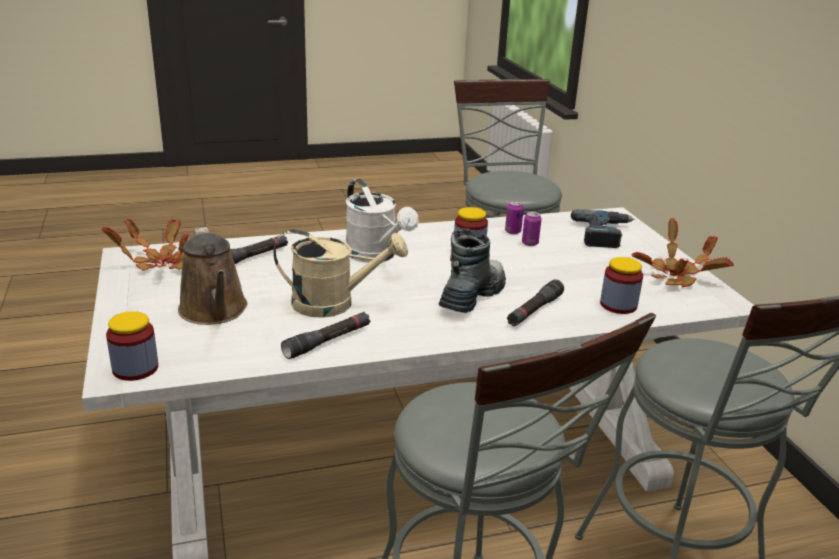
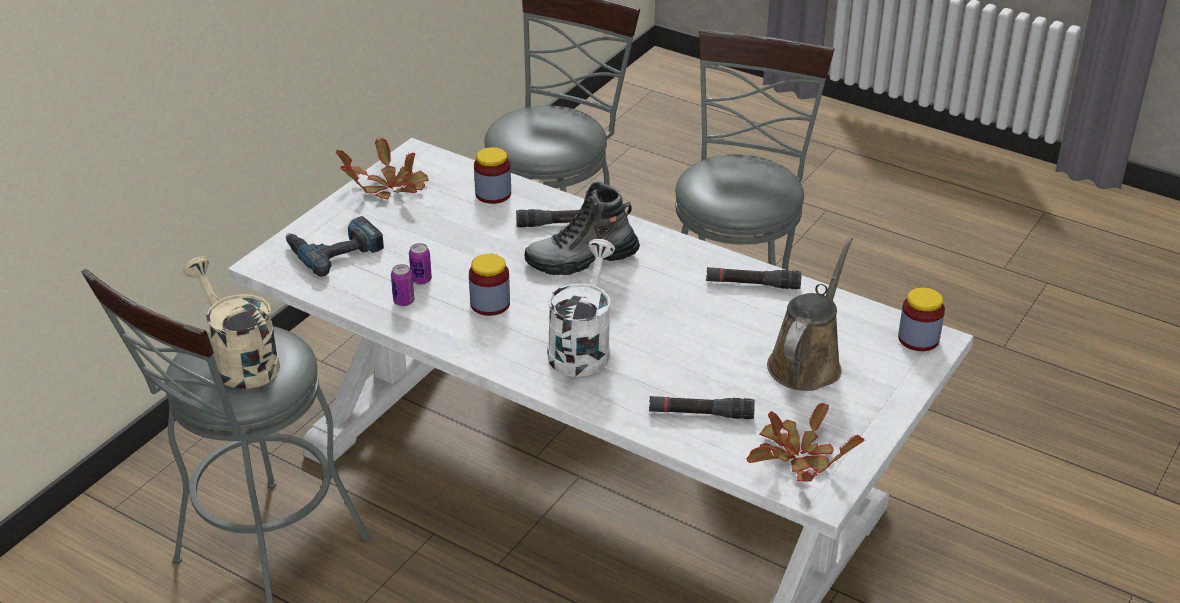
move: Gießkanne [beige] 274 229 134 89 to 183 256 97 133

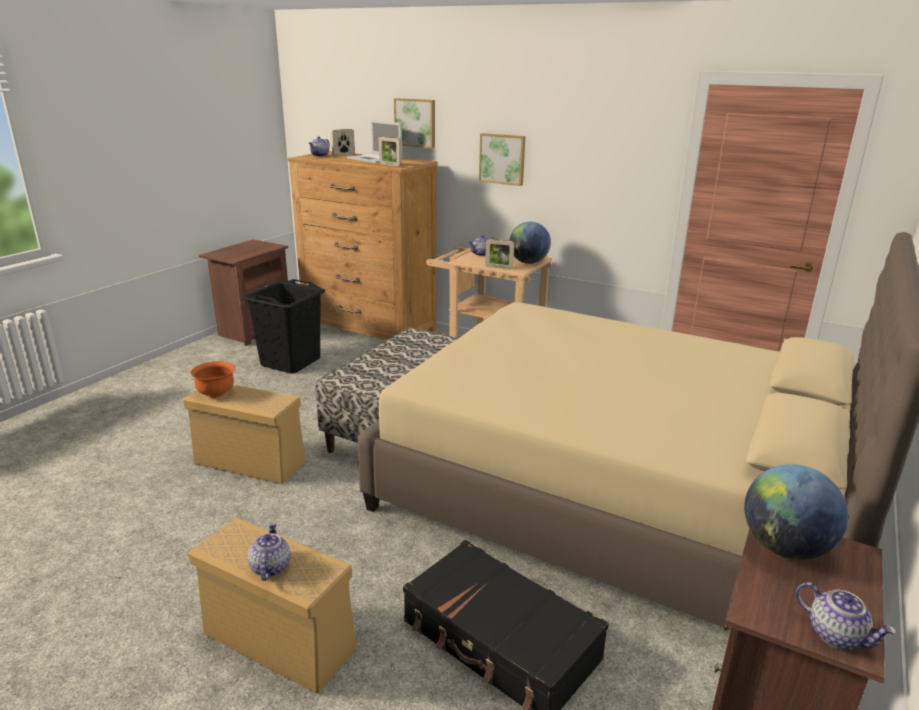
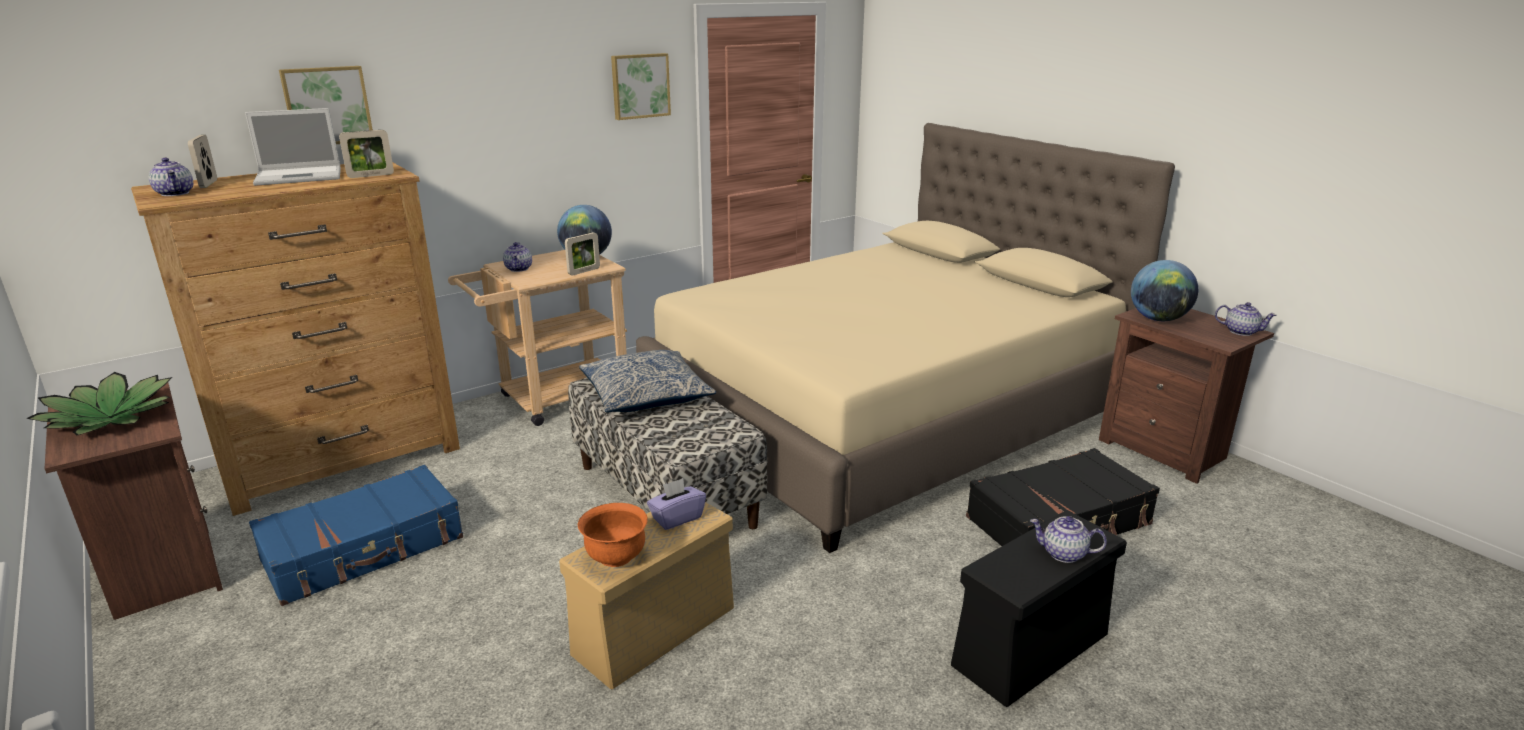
insert: Topfpflanze 26 372 146 63; Kissen 579 350 137 63; Taschentuchbox [lila] 647 478 59 52
move: Bild 479 133 46 53 to 611 53 60 67
replace: Wäschekorb [schwarz] 242 279 83 94 to Koffer [blau] 249 465 214 141
recolor: Aufbewahrungsbox [beige] 188 517 169 176 to Aufbewahrungsbox [schwarz] 951 510 176 197
rotate: Teekanne 796 582 101 67 = 1215 302 62 34 45 degrees clockwise

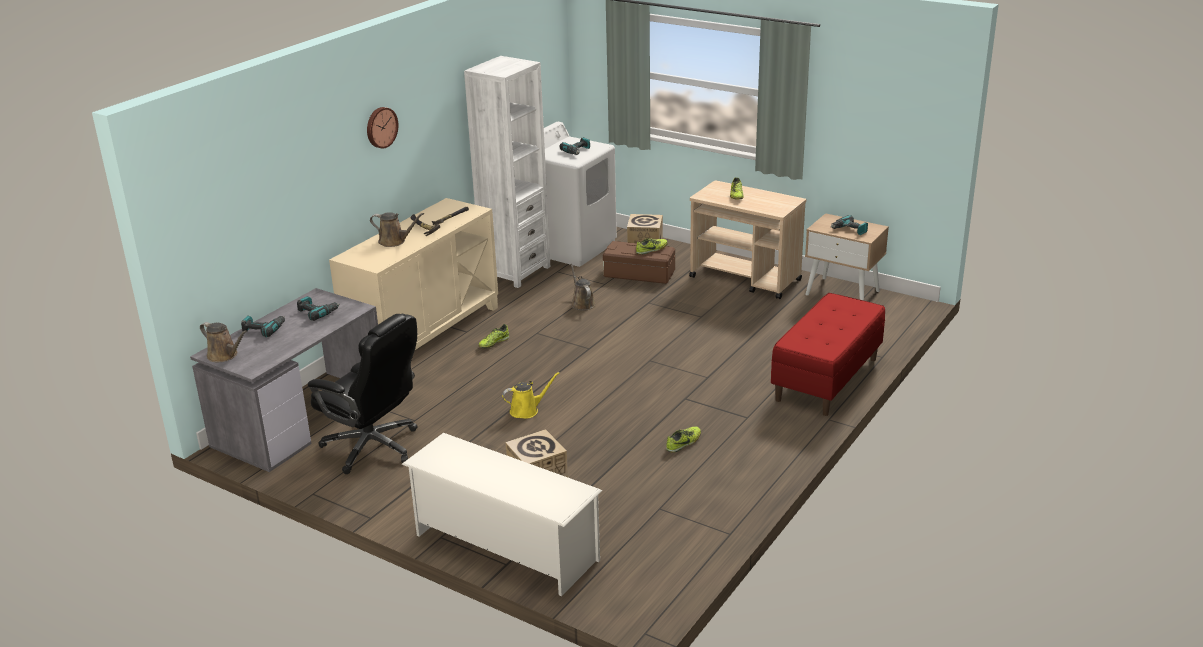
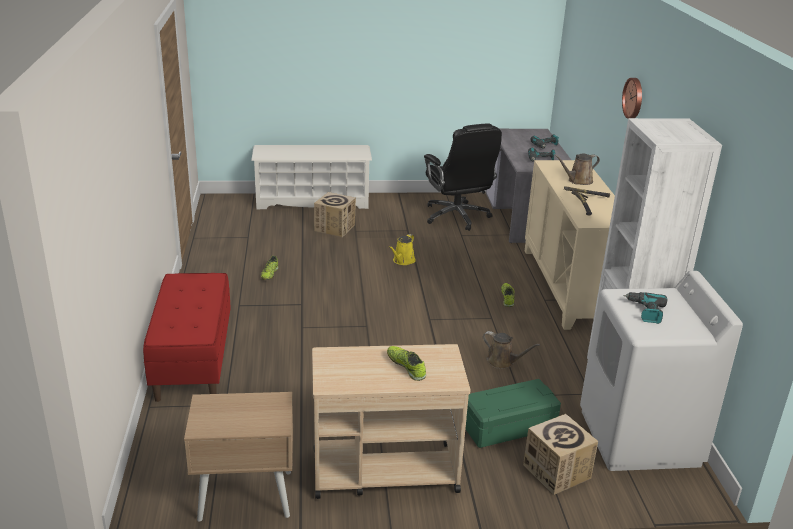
delete: Gießkanne [braun] 200 322 47 40; Schuh 636 238 32 17; Bohrmaschine 831 215 37 20
recolor: Aufbewahrungsbox [braun] 603 241 72 43 to Aufbewahrungsbox [grün] 466 379 95 69
rotate: Bürostuhl [schwarz] 308 314 110 160 = 424 123 78 108 105 degrees counterclockwise

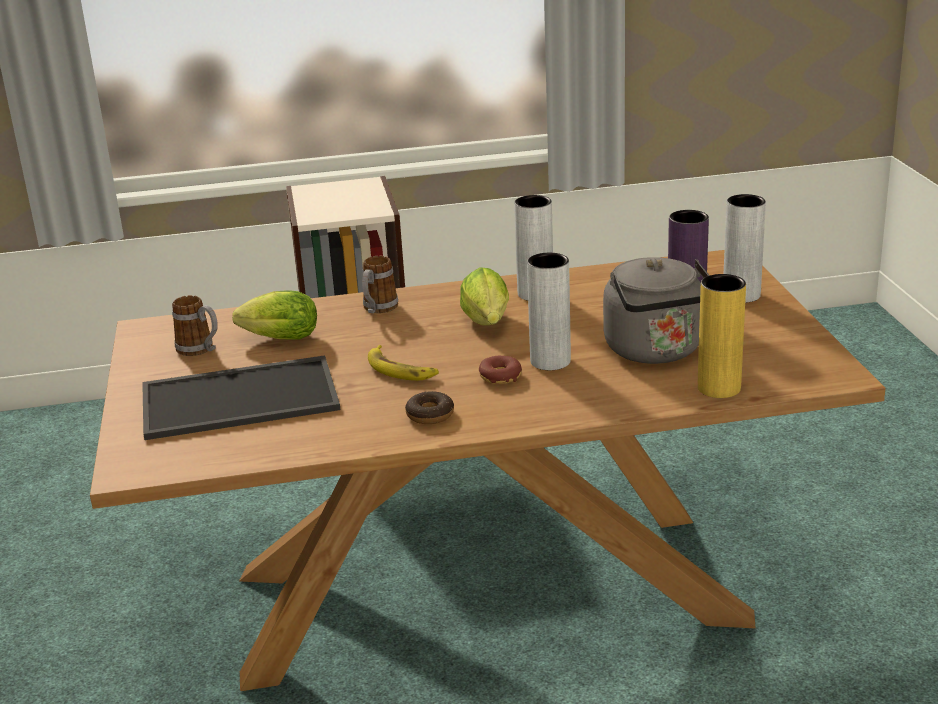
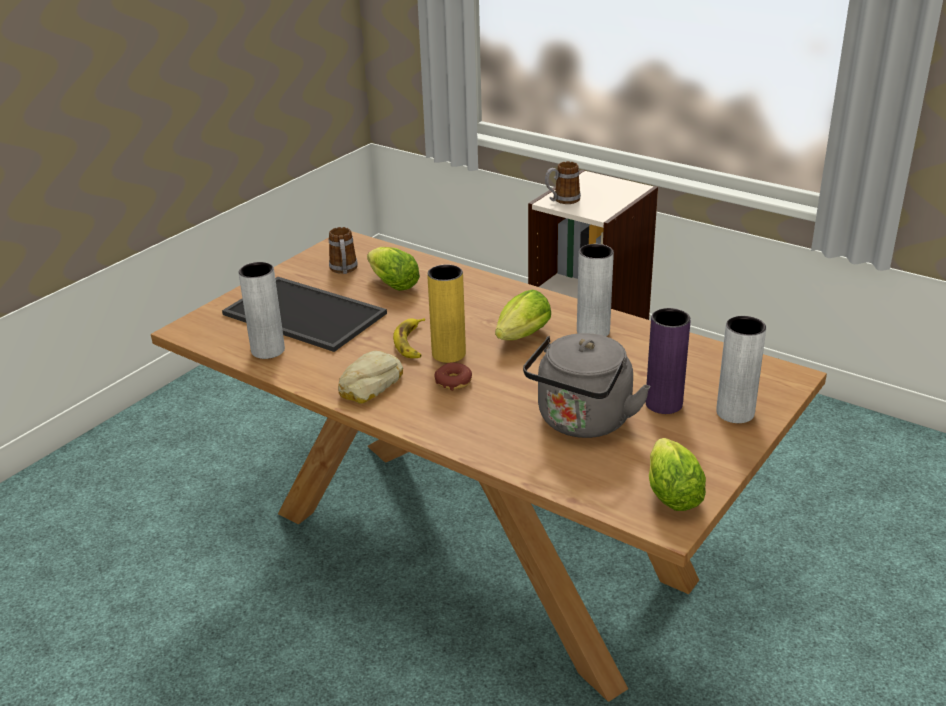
insert: Salatkopf 649 438 57 73
move: Henkelbecher 362 256 36 57 to 545 161 36 43; Vase [grau] 527 253 44 117 to 238 262 47 97; Vase [gelb] 698 274 48 124 to 427 264 39 99
replace: Donut 405 391 49 33 to Brot 338 350 65 54

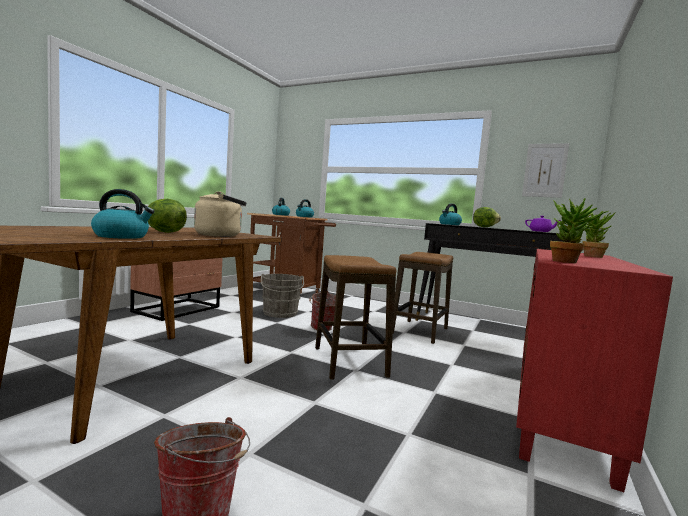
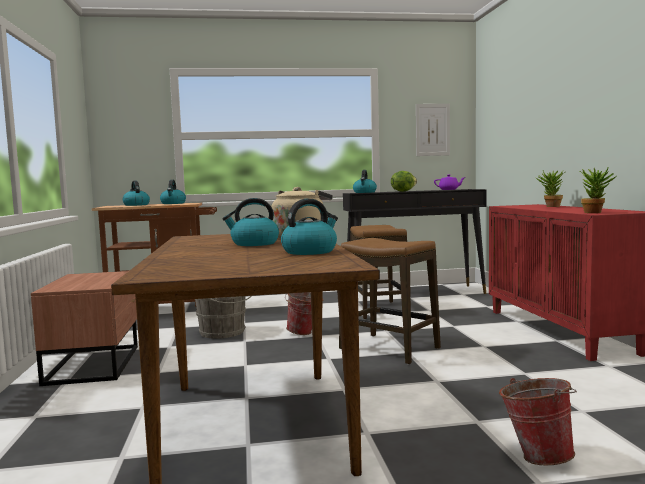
replace: Salatkopf 148 199 39 34 to Wasserkessel 222 198 57 48

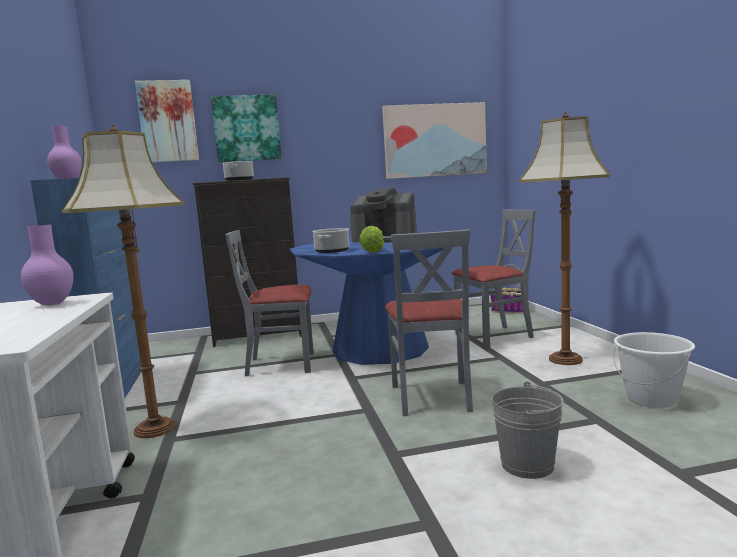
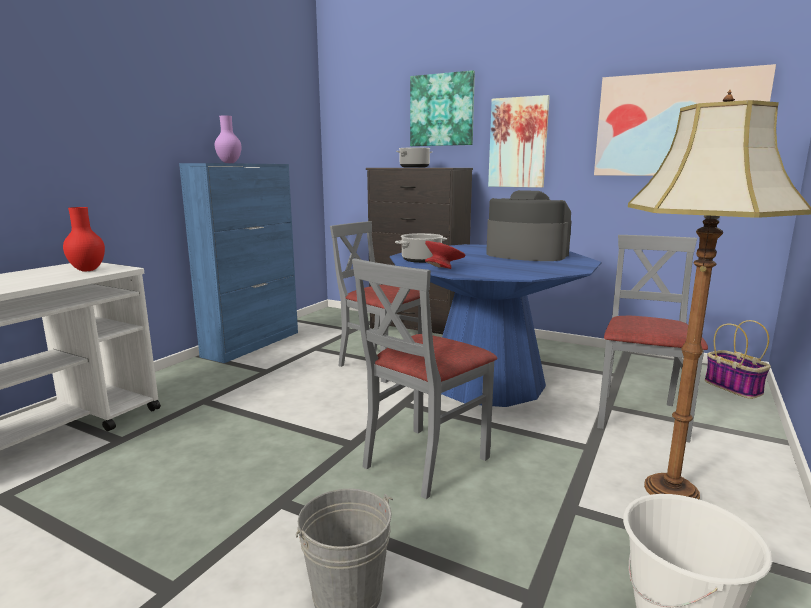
delete: Stehlampe 62 123 122 315
move: Bild 135 80 64 82 to 488 95 62 93
replace: Salatkopf 359 226 25 26 to Schüssel [rot] 425 241 41 28
recolor: Vase [lila] 21 225 52 81 to Vase [rot] 63 207 42 65
rotate: Kaffeemaschine 350 188 67 55 = 486 190 86 71 150 degrees clockwise; Stuhl [grau] 451 210 85 138 = 597 235 111 208 90 degrees counterclockwise

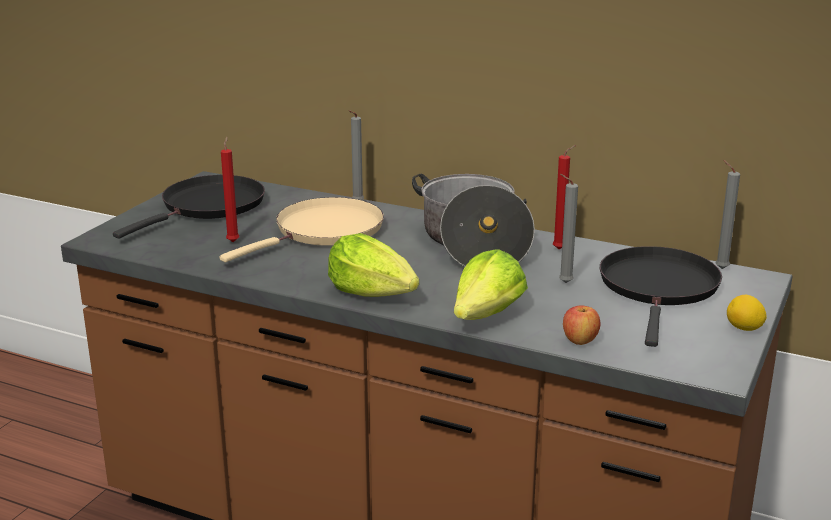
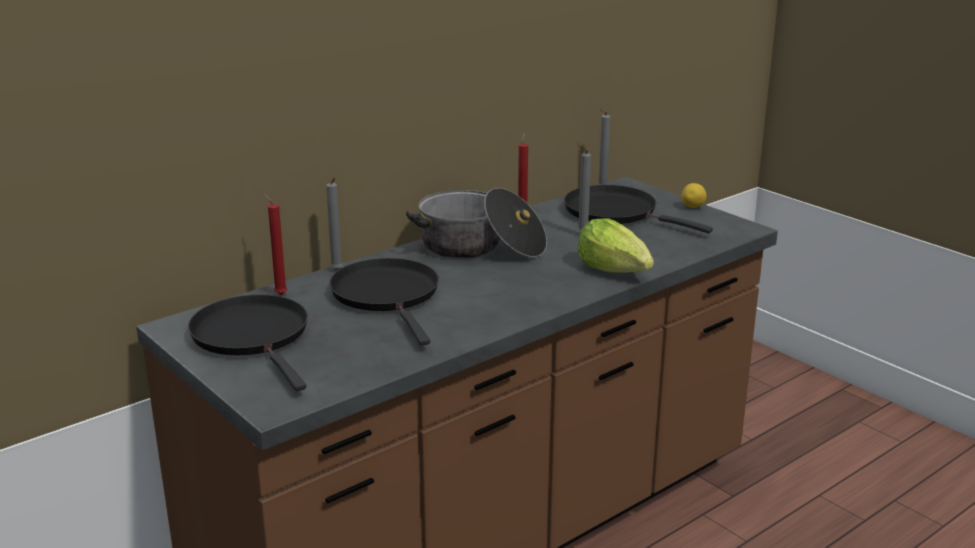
delete: Salatkopf 328 233 91 64; Apfel 563 306 37 39
move: Kerze [rot] 221 137 18 105 to 263 194 24 101
recolor: Pfanne [beige] 219 197 165 65 to Pfanne [schwarz] 329 258 110 88

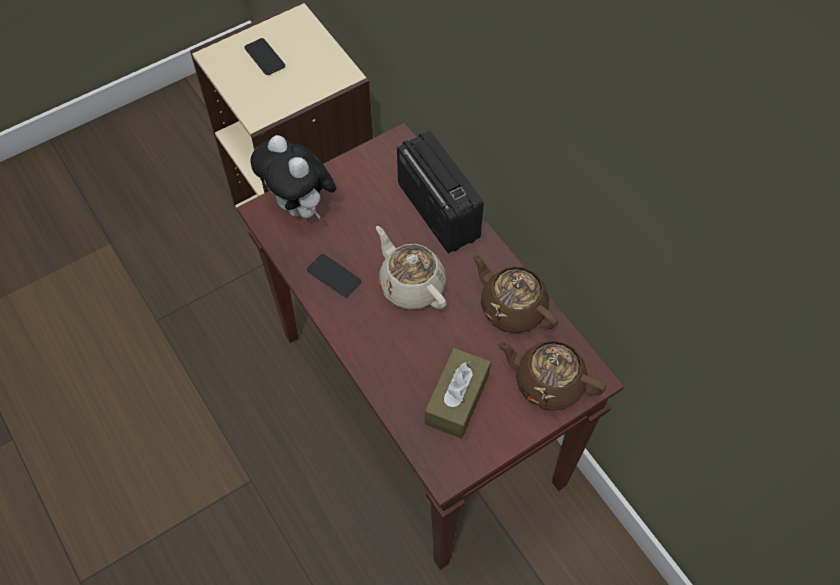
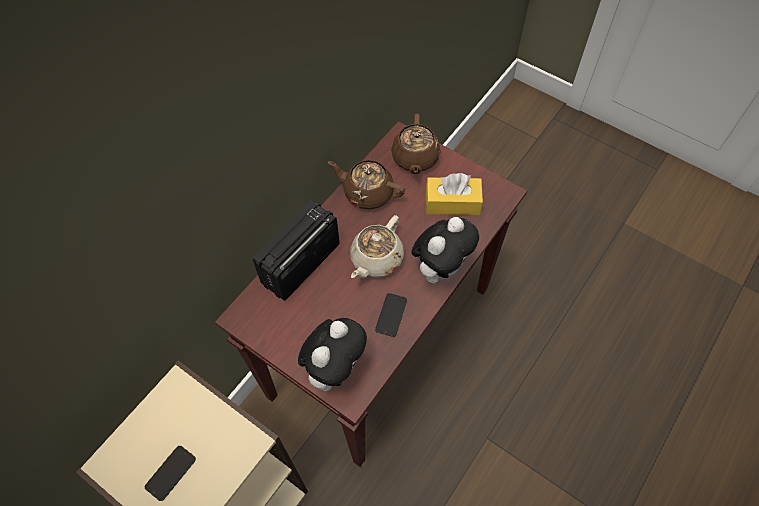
insert: Plüschtier 411 217 68 66
recolor: Taschentuchbox [braun] 425 348 66 91 to Taschentuchbox [gelb] 426 173 57 42
rotate: Teekanne [braun] 472 253 86 80 = 328 160 77 49 90 degrees clockwise

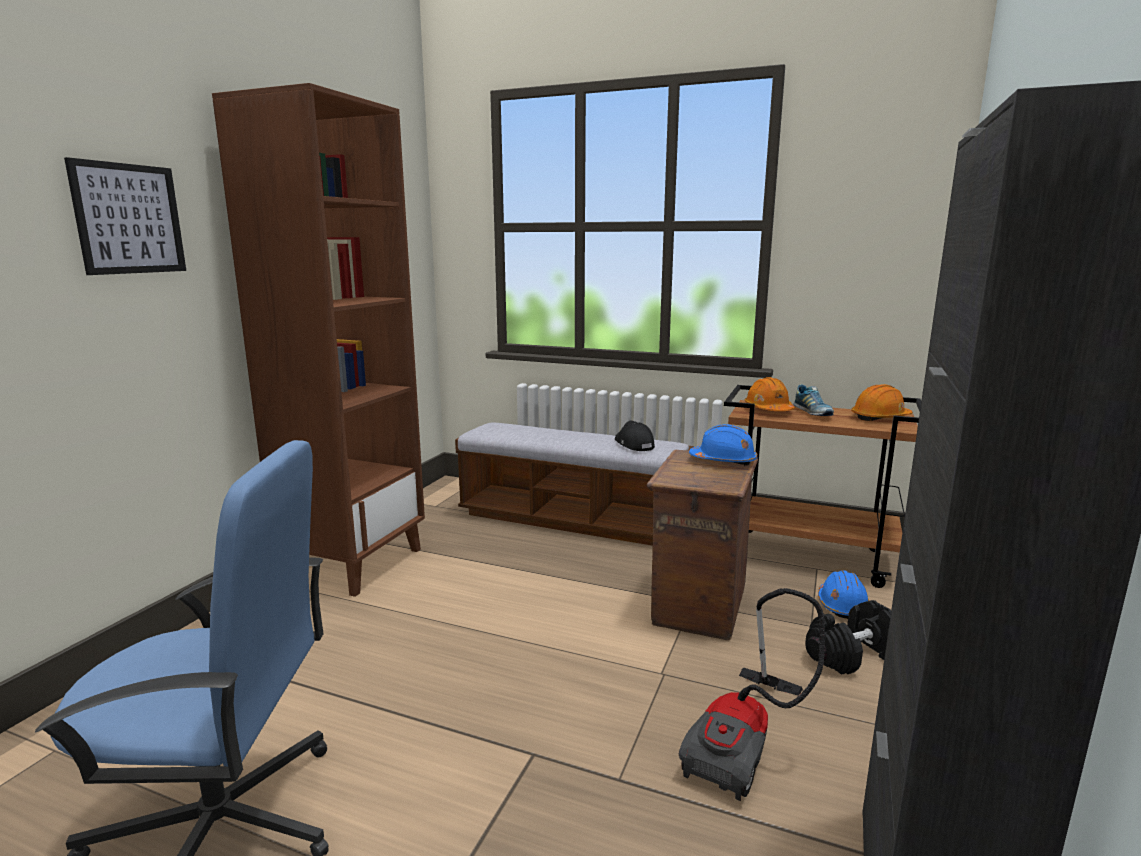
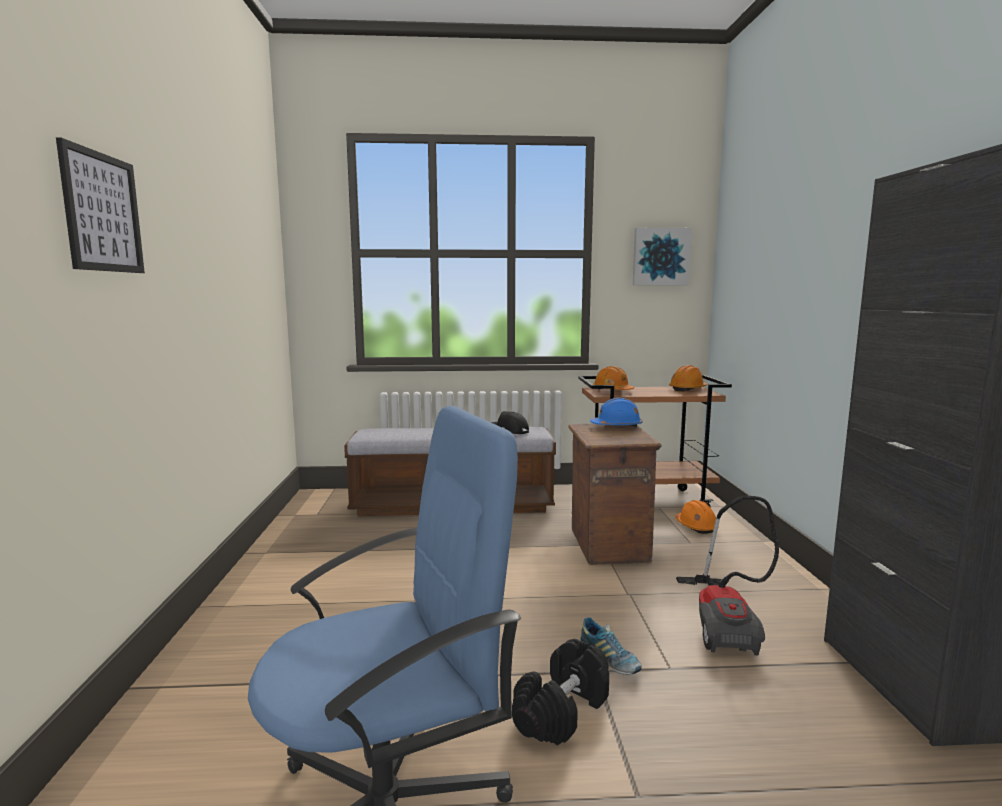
delete: Bücherregal [braun] 212 83 213 514
insert: Bild 633 228 59 57
move: Schuh 793 385 41 31 to 579 617 63 58; Hantel [schwarz] 805 600 86 75 to 512 639 97 106
recolor: Schutzhelm [blau] 818 570 51 49 to Schutzhelm [orange] 675 500 44 34

